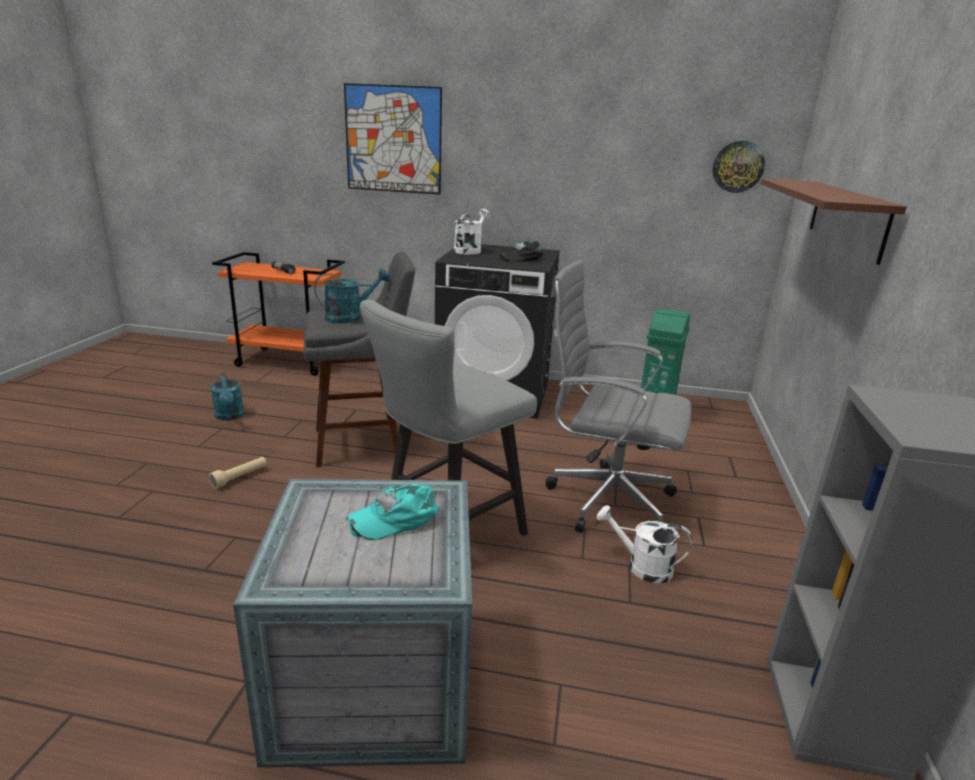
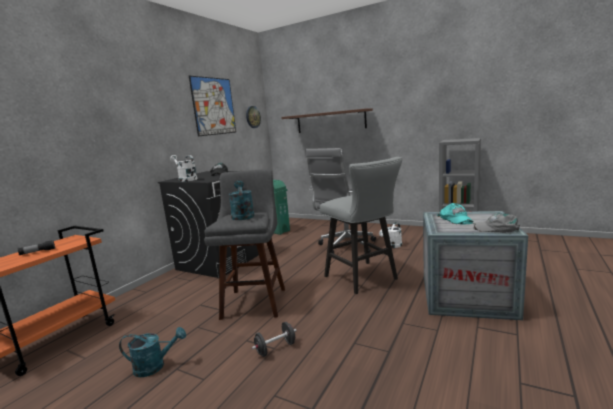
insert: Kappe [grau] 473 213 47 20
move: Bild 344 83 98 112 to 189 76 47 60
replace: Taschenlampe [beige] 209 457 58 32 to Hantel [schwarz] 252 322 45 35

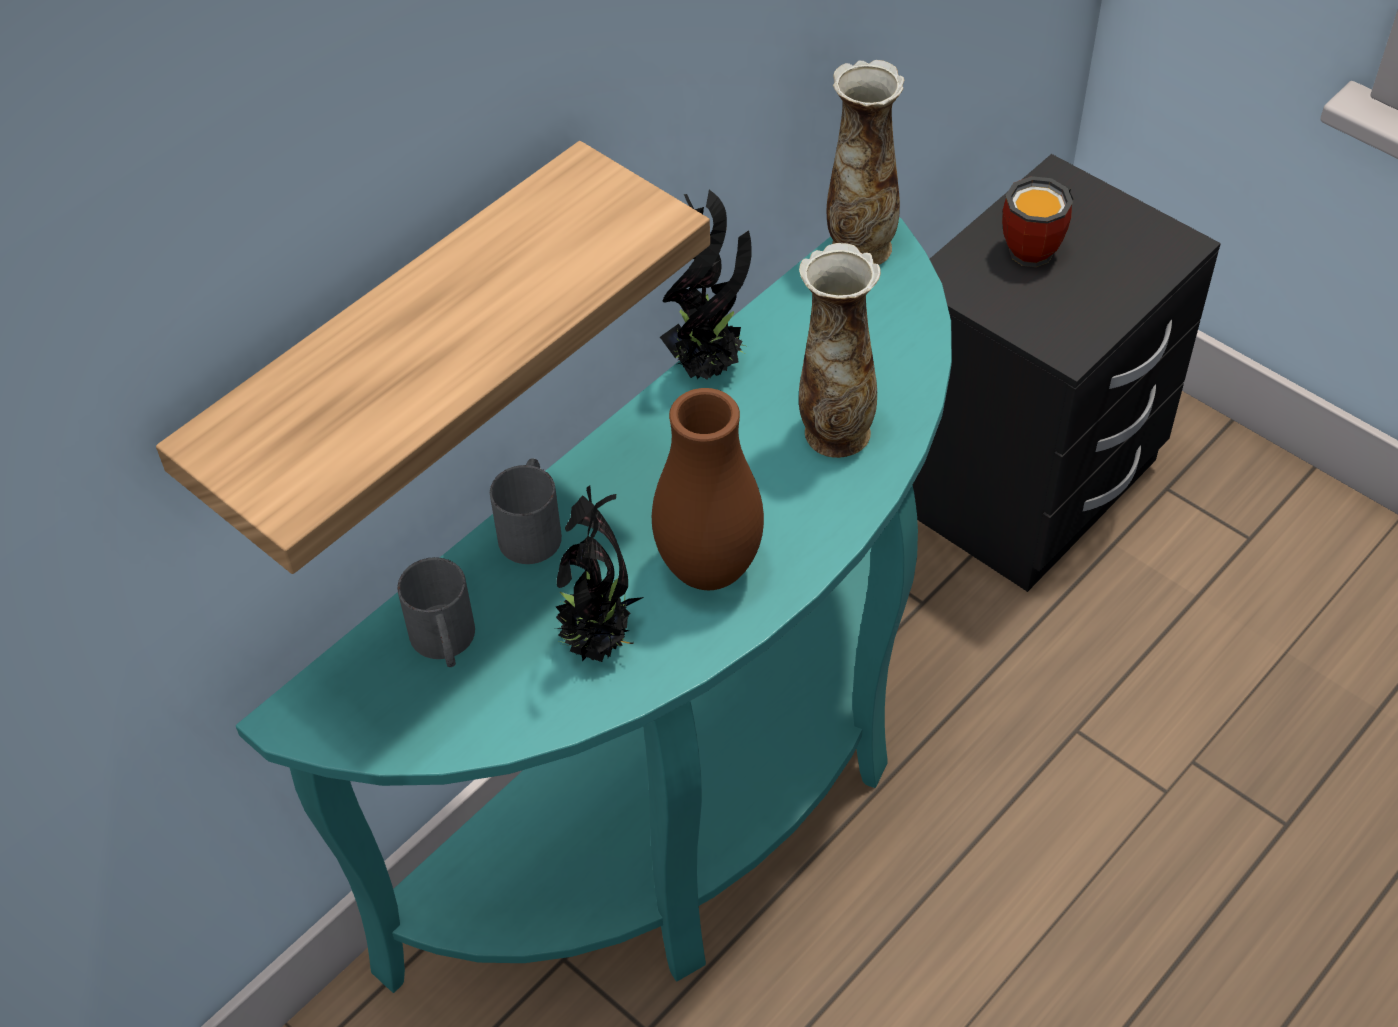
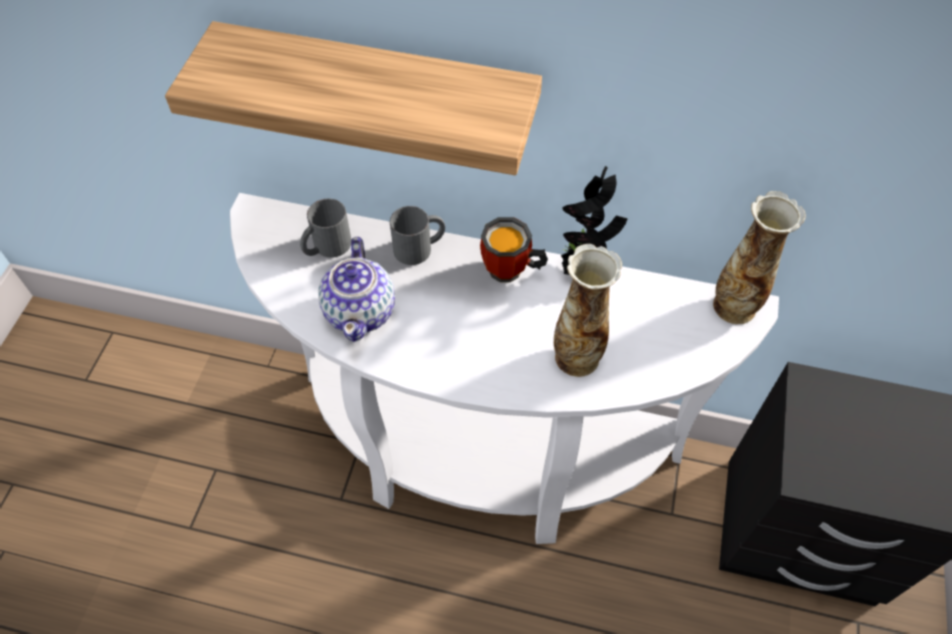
delete: Vase [braun] 652 388 112 202
move: Henkelbecher 1002 176 72 91 to 480 217 68 65
replace: Topfpflanze 555 486 89 176 to Teekanne 318 237 77 105
recolor: Konsolentisch [türkis] 236 217 716 776 to Konsolentisch [weiß] 230 193 549 351

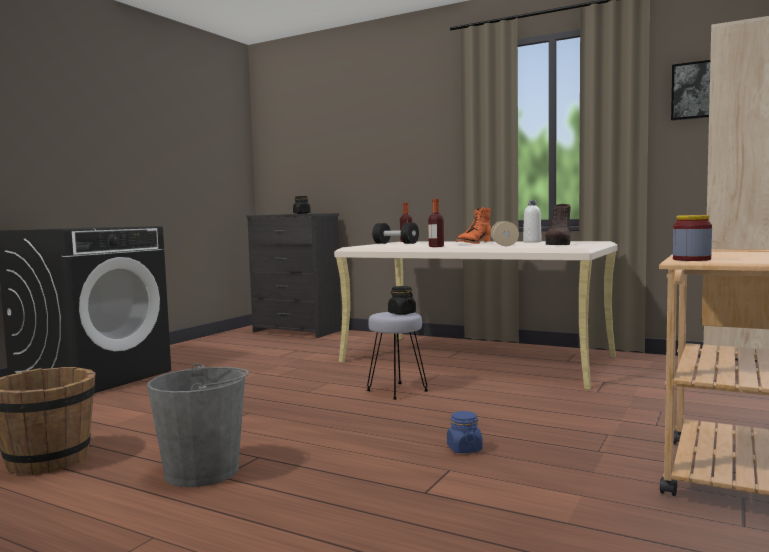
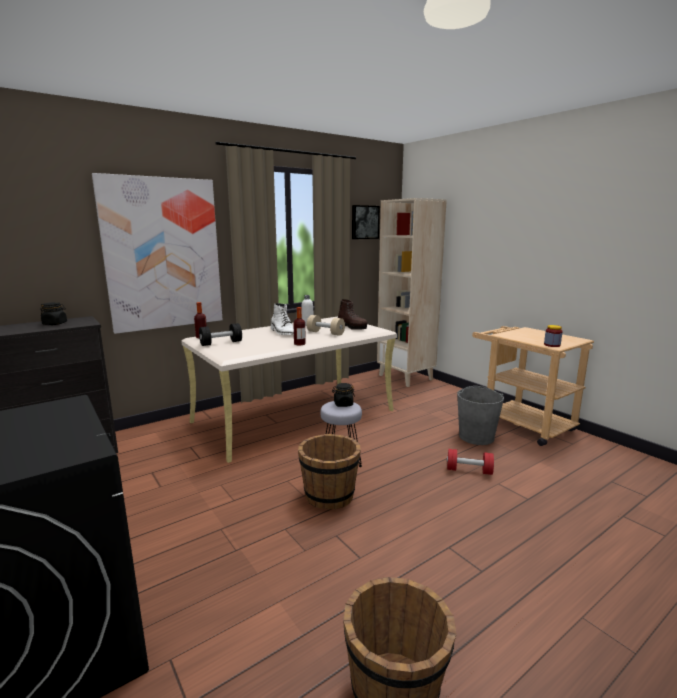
insert: Bild 92 173 130 161; Eimer [braun] 298 434 63 75
move: Eimer [grau] 147 363 102 124 to 457 386 47 59
replace: Vorratsglas [blau] 447 411 36 42 to Hantel [rot] 447 449 47 26
recolor: Stiefel [orange] 456 207 35 37 to Stiefel [weiß] 271 303 23 32

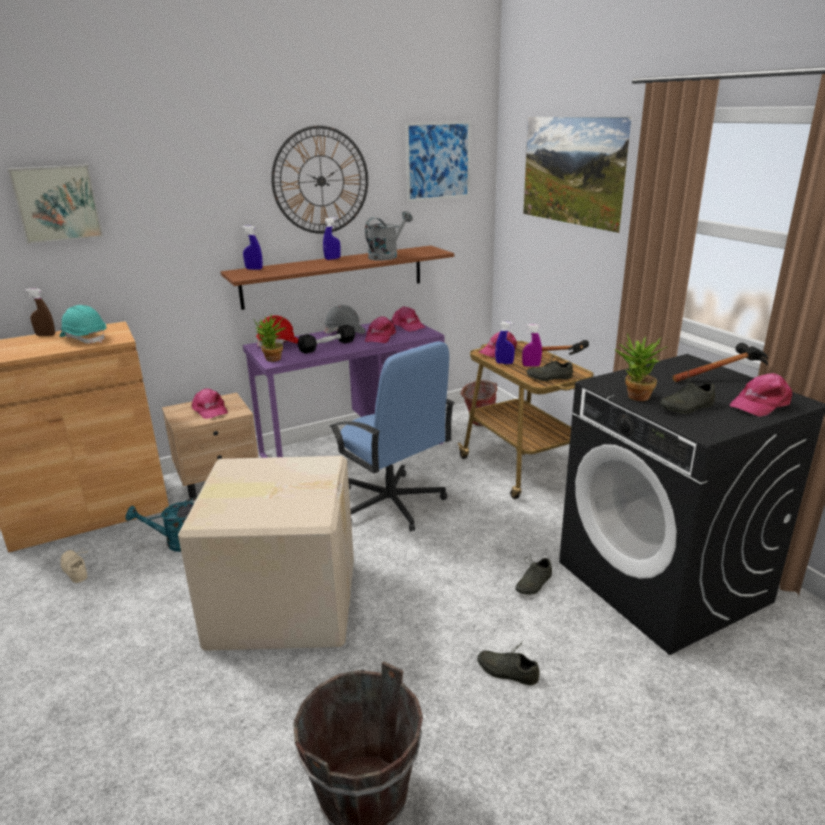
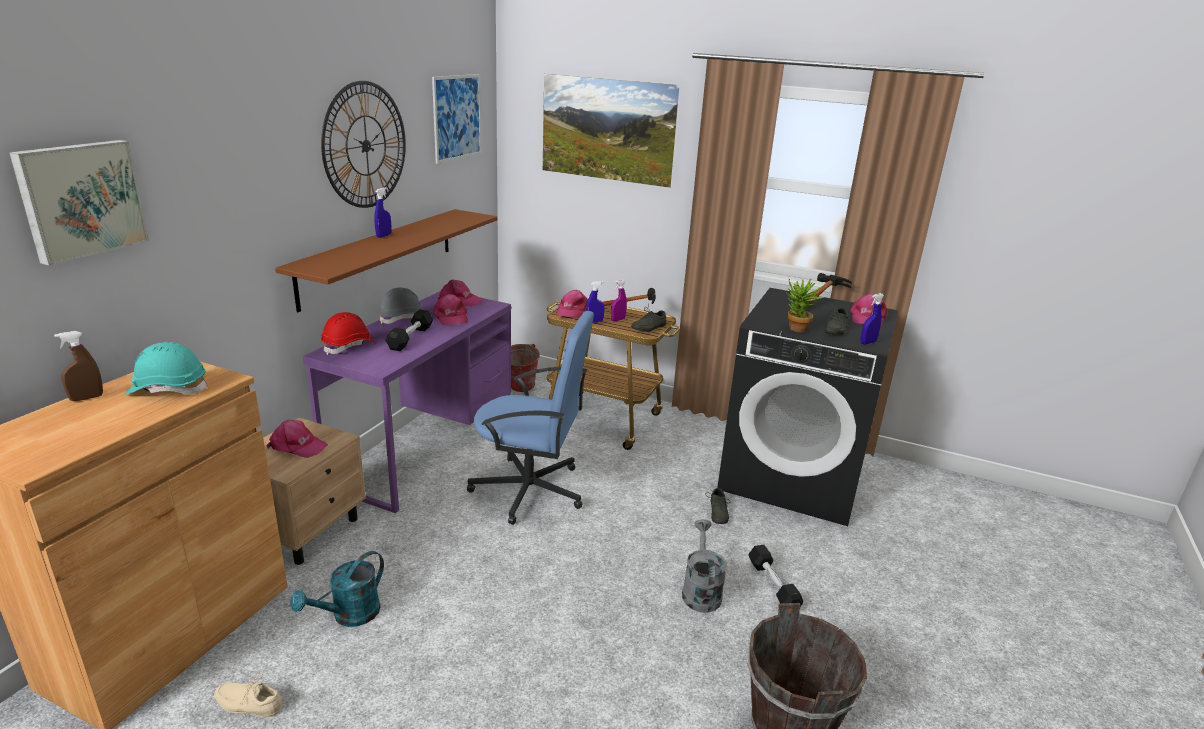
delete: Karton 178 456 176 194; Topfpflanze 254 314 33 48
move: Sprühflasche [blau] 242 226 21 44 to 861 293 23 52; Gießkanne [grau] 365 211 48 50 to 682 519 45 94
replace: Schuh [grau] 477 642 62 43 to Hantel [schwarz] 748 545 55 62

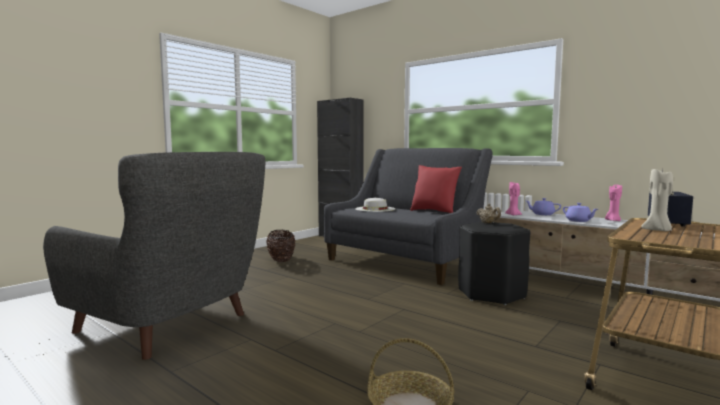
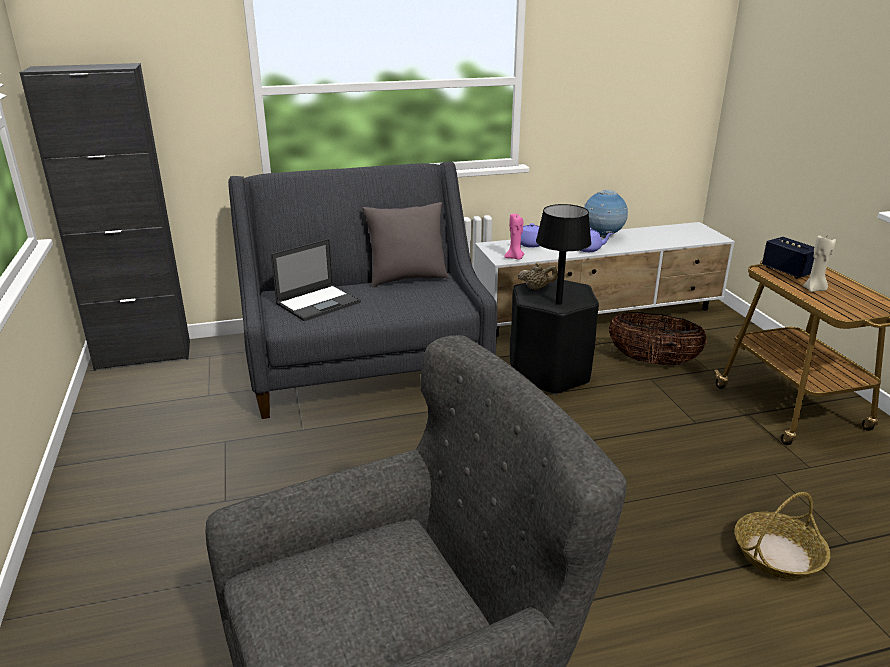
insert: Tischlampe [schwarz] 536 204 55 101
move: Korb 266 230 29 32 to 609 312 98 53
replace: Hut [weiß] 355 198 40 14 to Laptop 271 239 90 82; Kerze [rosa] 605 184 17 37 to Globus 584 189 44 49
recolor: Kissen [rot] 410 165 52 48 to Kissen [grau] 362 202 87 85

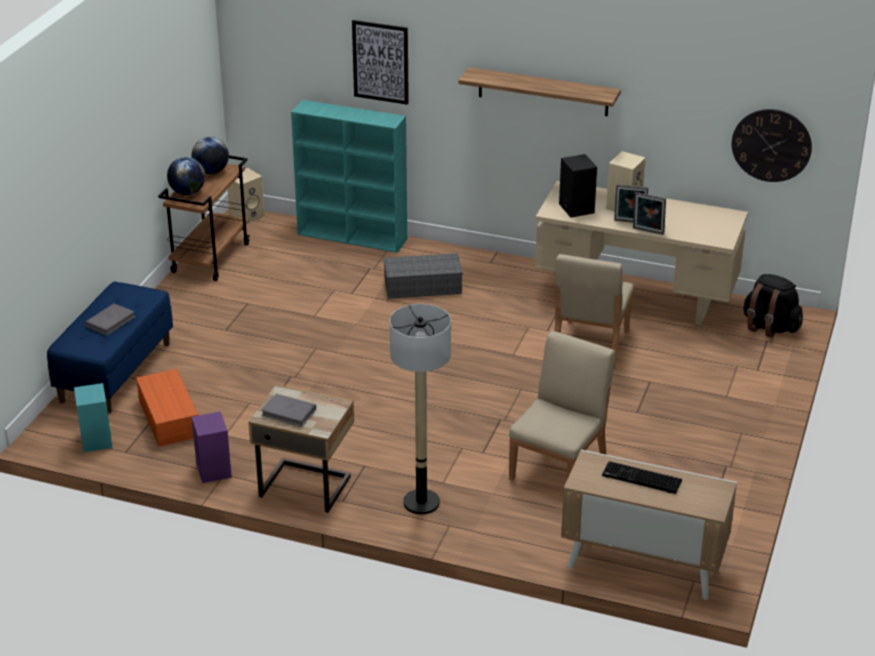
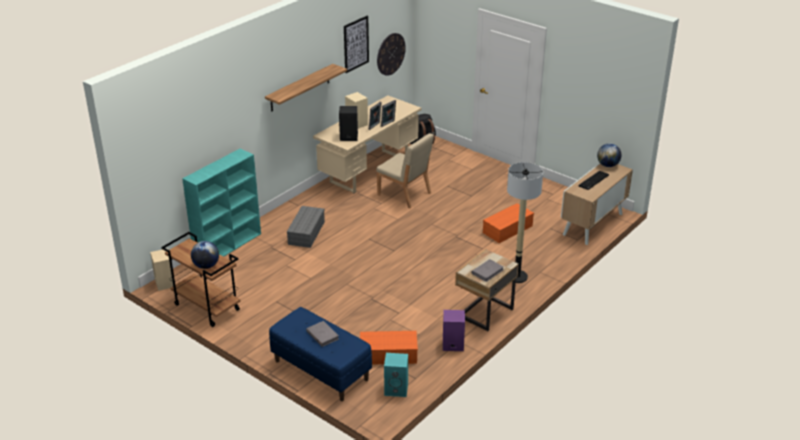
move: Globus 192 137 37 37 to 597 143 25 24; Bild 352 20 57 85 to 344 16 25 57
replace: Stuhl [beige] 509 331 106 150 to Aufbewahrungsbox [orange] 483 203 51 40

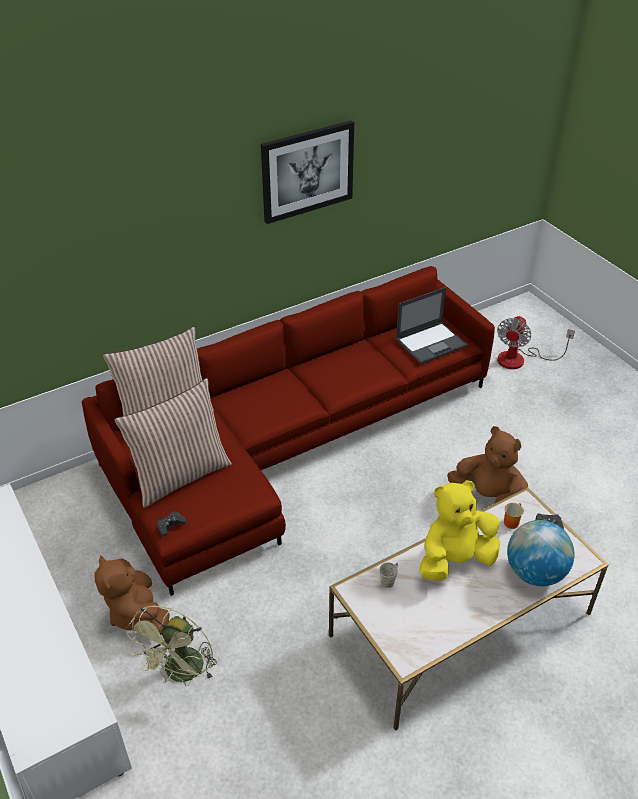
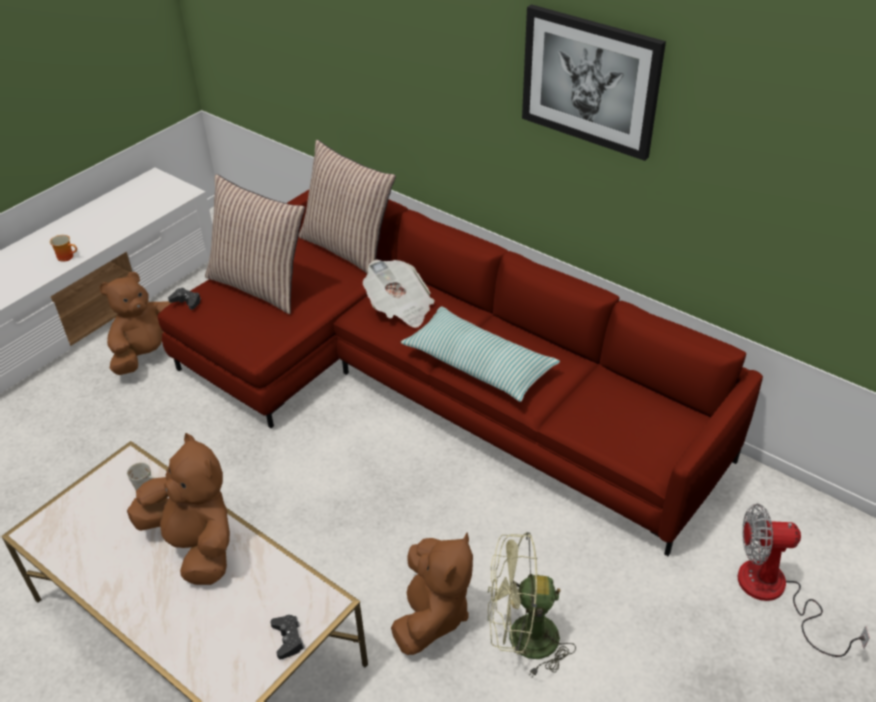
delete: Laptop 396 287 71 77; Globus 507 520 67 66
insert: Zeitung 363 260 72 68; Kissen 401 307 159 95
move: Ventilator [grün] 126 606 91 80 to 488 532 88 145; Henkelbecher 504 503 20 26 to 50 235 27 27
recolor: Plüschtier [gelb] 420 480 80 101 to Plüschtier [braun] 127 433 103 152

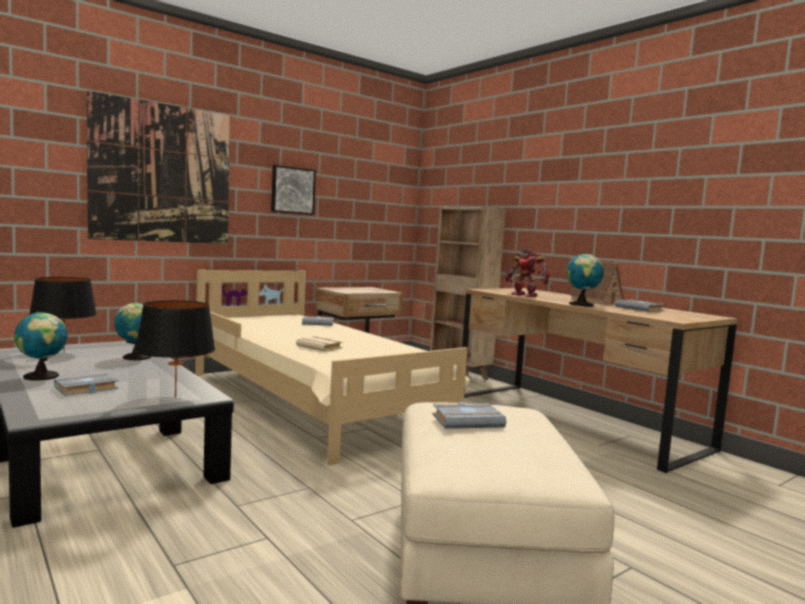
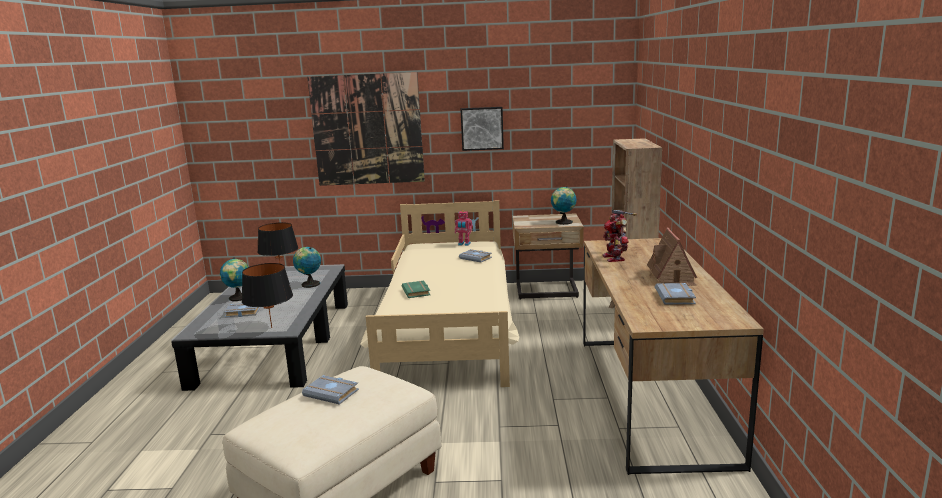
insert: Spielzeugroboter 455 210 18 36
move: Globus 566 253 38 53 to 551 186 25 39
recolor: Buch [beige] 296 336 47 16 to Buch [grün] 401 281 29 17

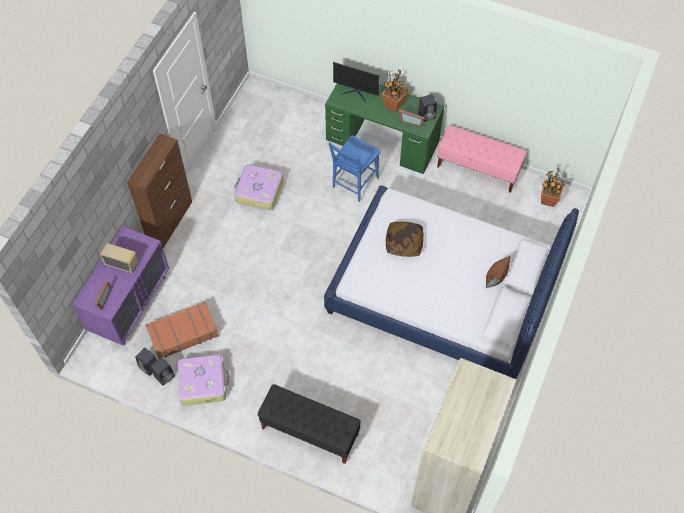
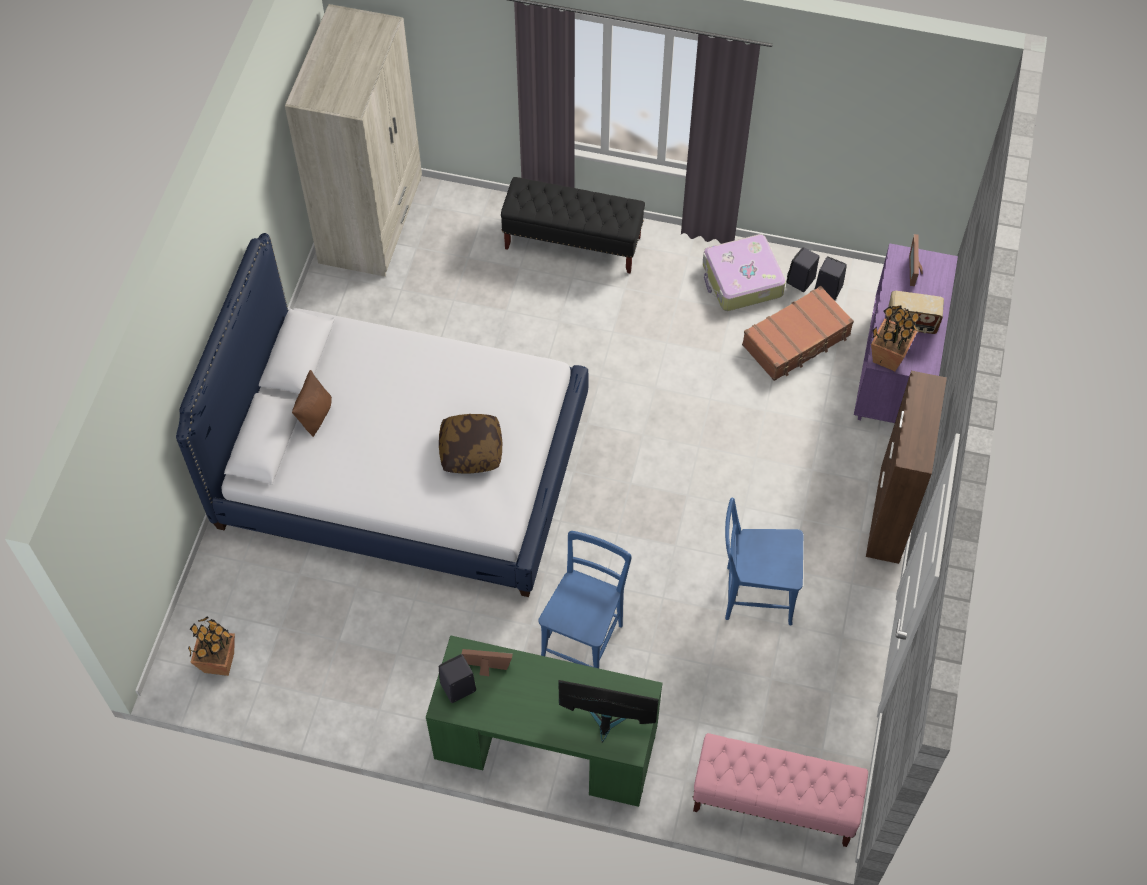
move: Topfpflanze 382 69 27 44 to 871 305 50 66; Bank [rosa] 437 125 90 68 to 693 733 175 114
replace: Koffer 234 165 49 45 to Stuhl [blau] 725 498 78 127

